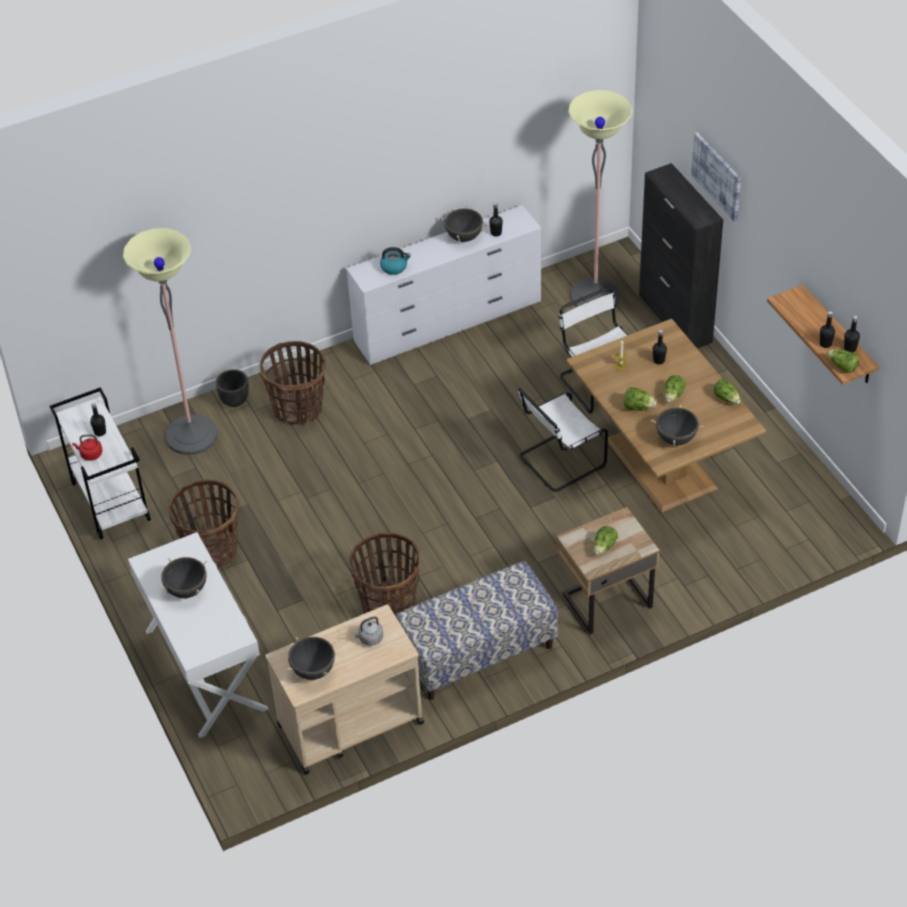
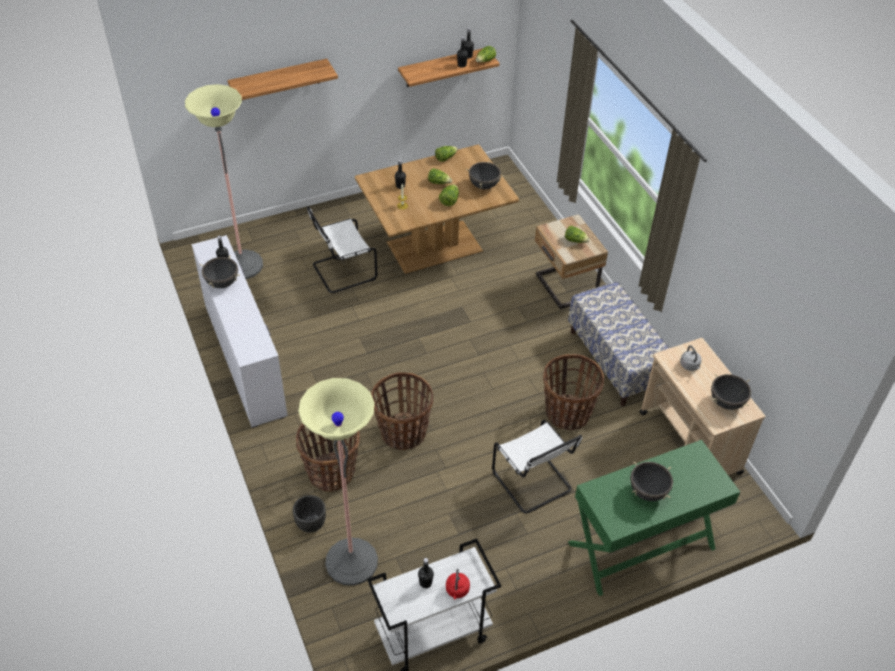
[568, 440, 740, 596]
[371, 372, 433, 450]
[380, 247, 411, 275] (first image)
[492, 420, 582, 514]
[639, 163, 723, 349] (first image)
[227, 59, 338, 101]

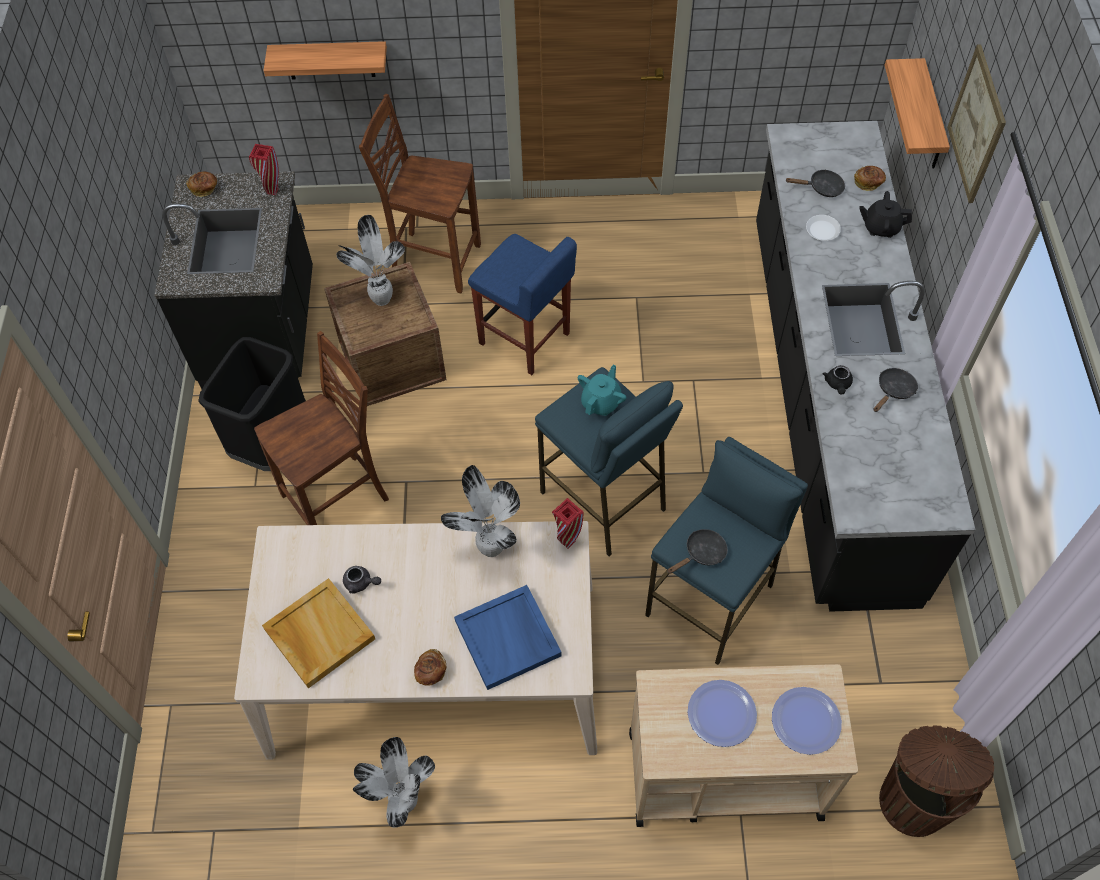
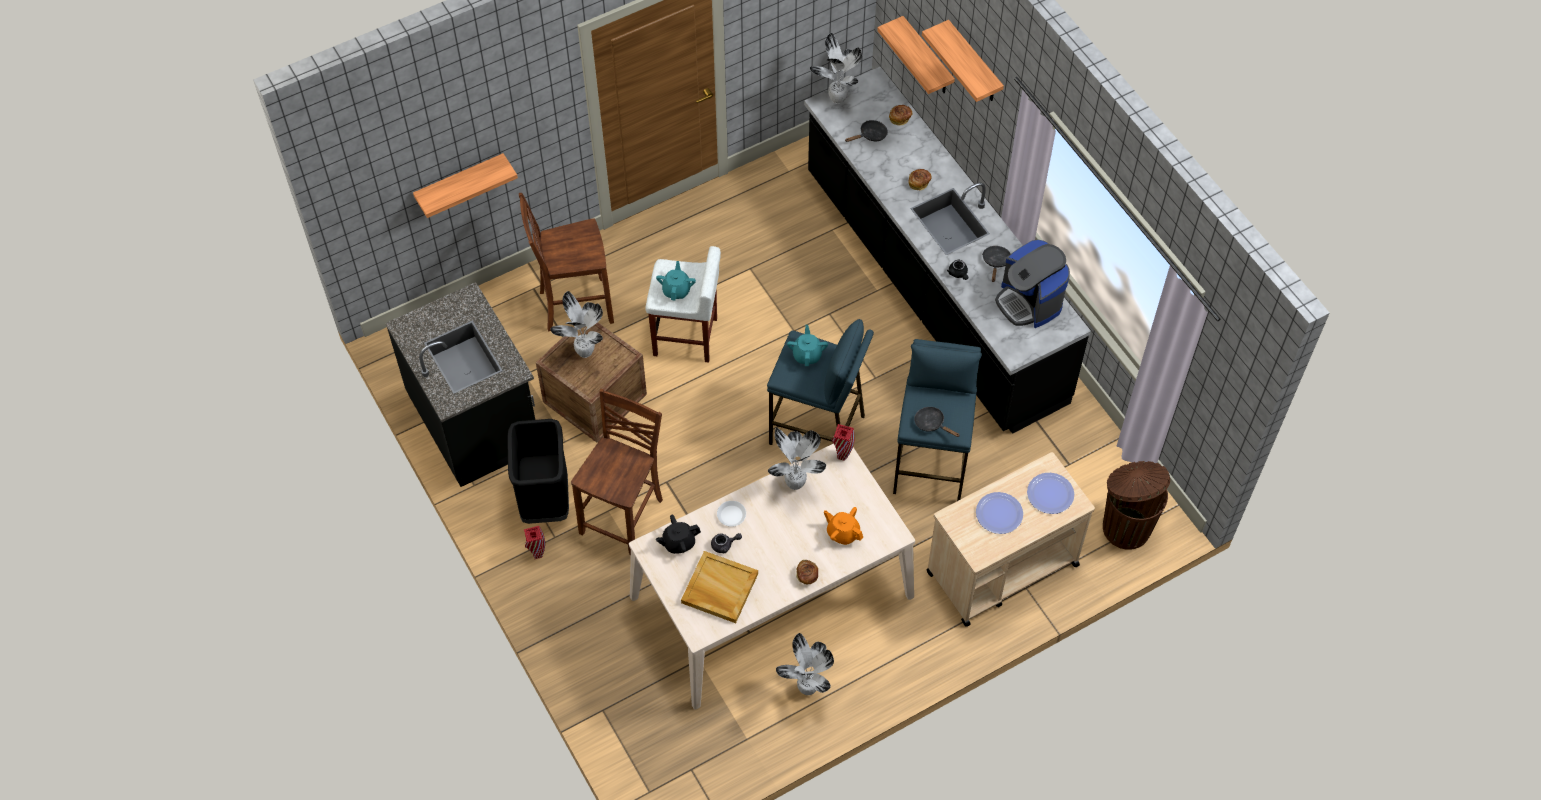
[908, 169, 932, 190]
[524, 526, 545, 559]
[824, 507, 863, 545]
[645, 246, 721, 363]
[914, 407, 960, 437]
[717, 501, 746, 527]
[656, 514, 701, 554]
[922, 20, 1004, 102]
[656, 261, 696, 301]
[810, 33, 862, 104]
[995, 240, 1070, 328]

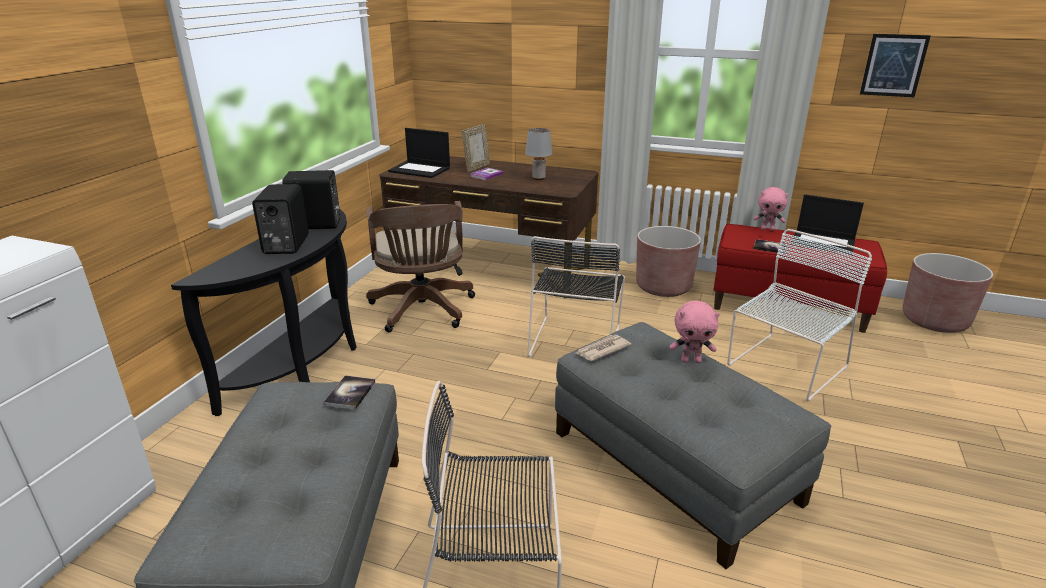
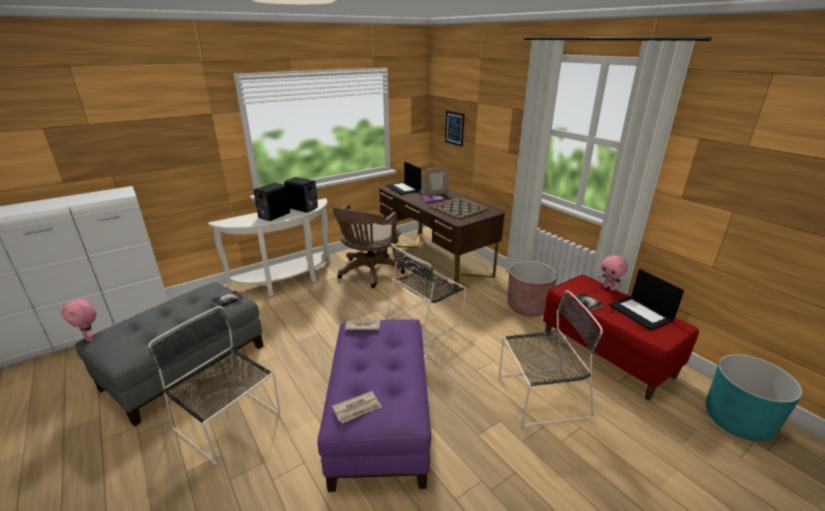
[208, 198, 331, 296]
[431, 197, 489, 219]
[318, 319, 431, 492]
[61, 299, 96, 341]
[499, 290, 603, 427]
[445, 111, 464, 147]
[706, 354, 803, 441]
[332, 391, 382, 423]

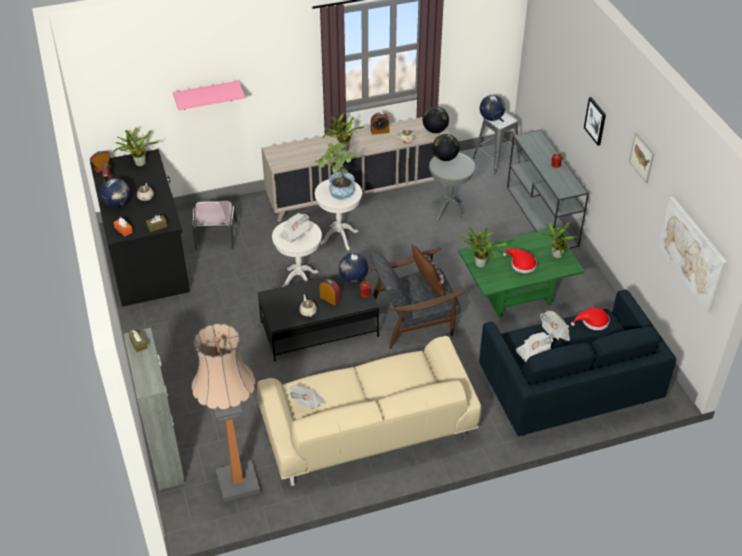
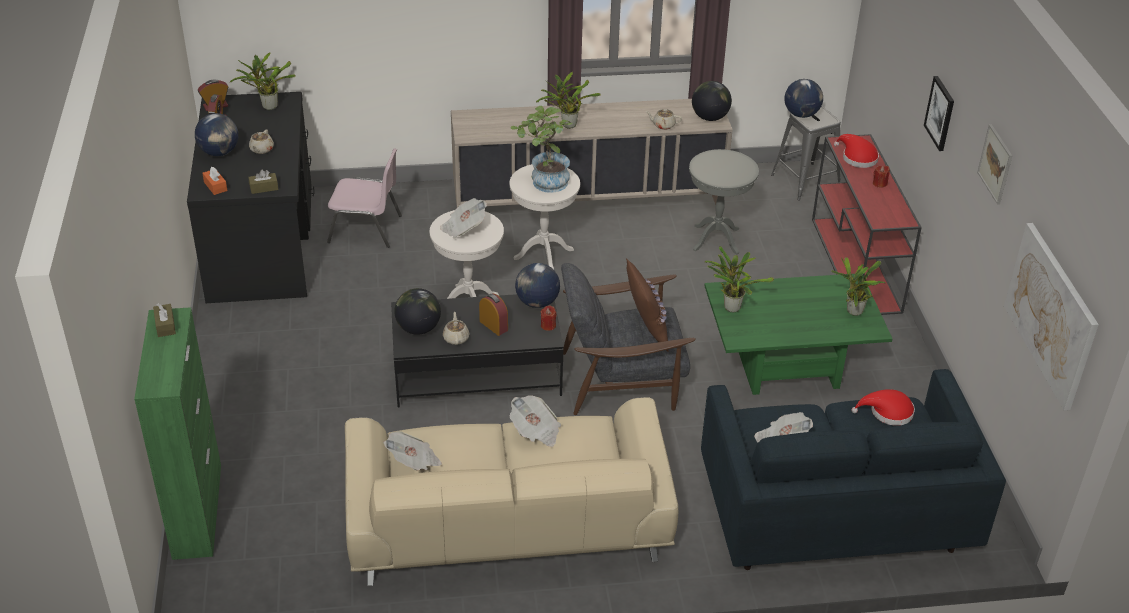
[134, 307, 221, 560]
[173, 81, 245, 110] (first image)
[191, 323, 261, 502] (first image)
[327, 148, 402, 248]
[371, 112, 389, 135] (first image)
[394, 288, 441, 335]
[834, 134, 879, 168]
[812, 134, 922, 315]
[509, 395, 561, 447]

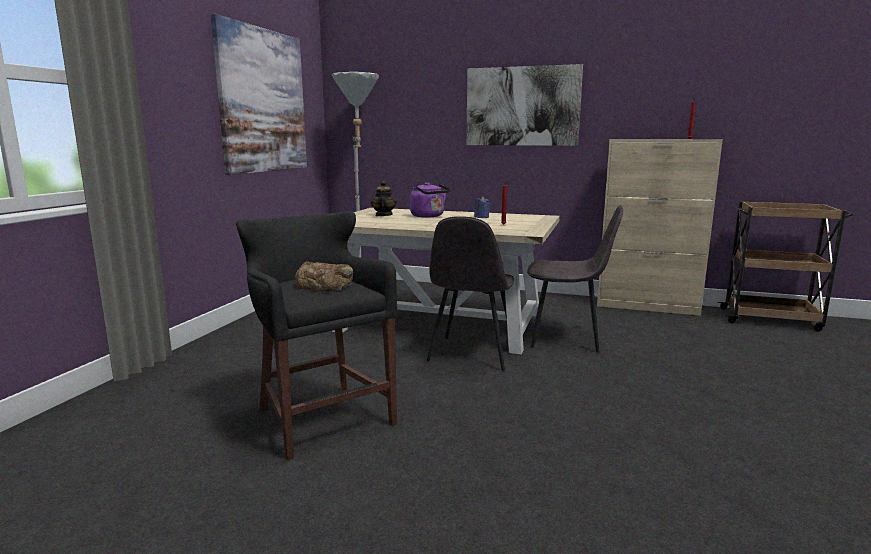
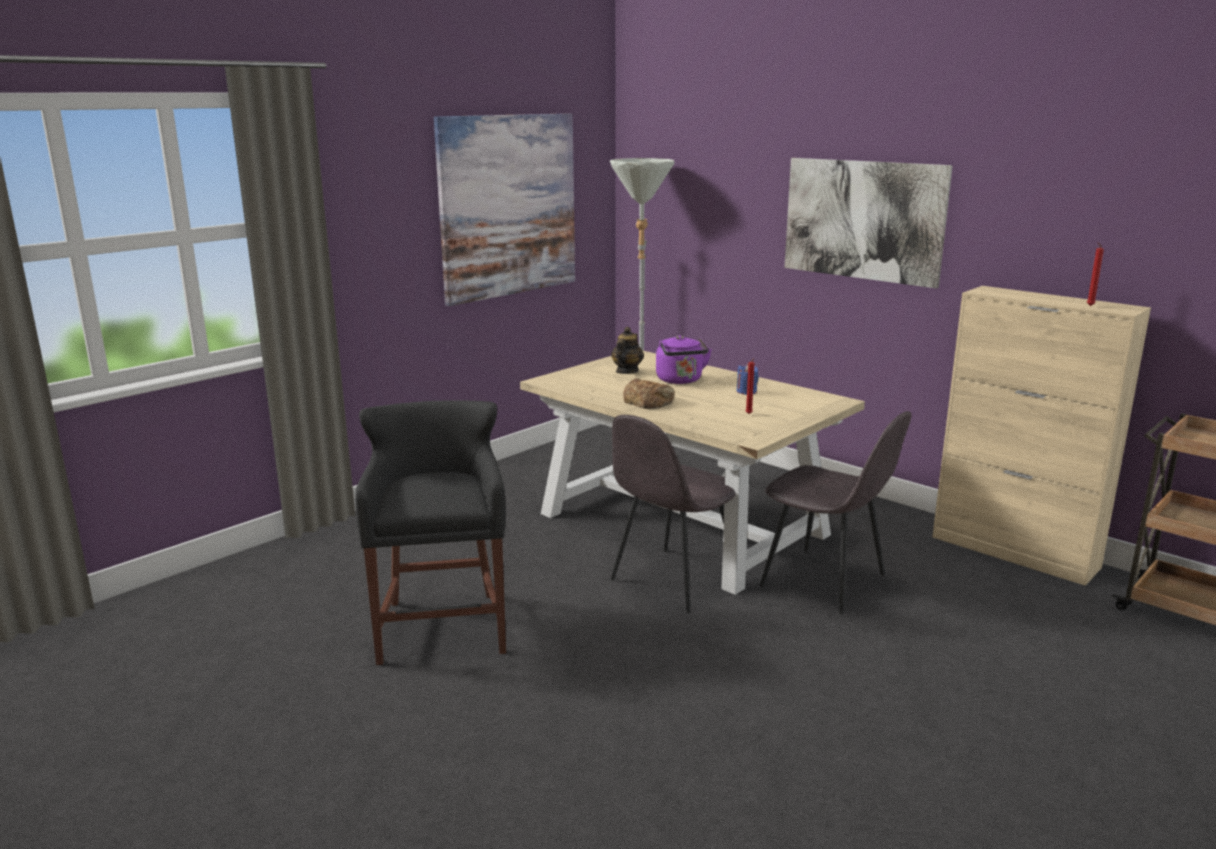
[623, 378, 675, 409]

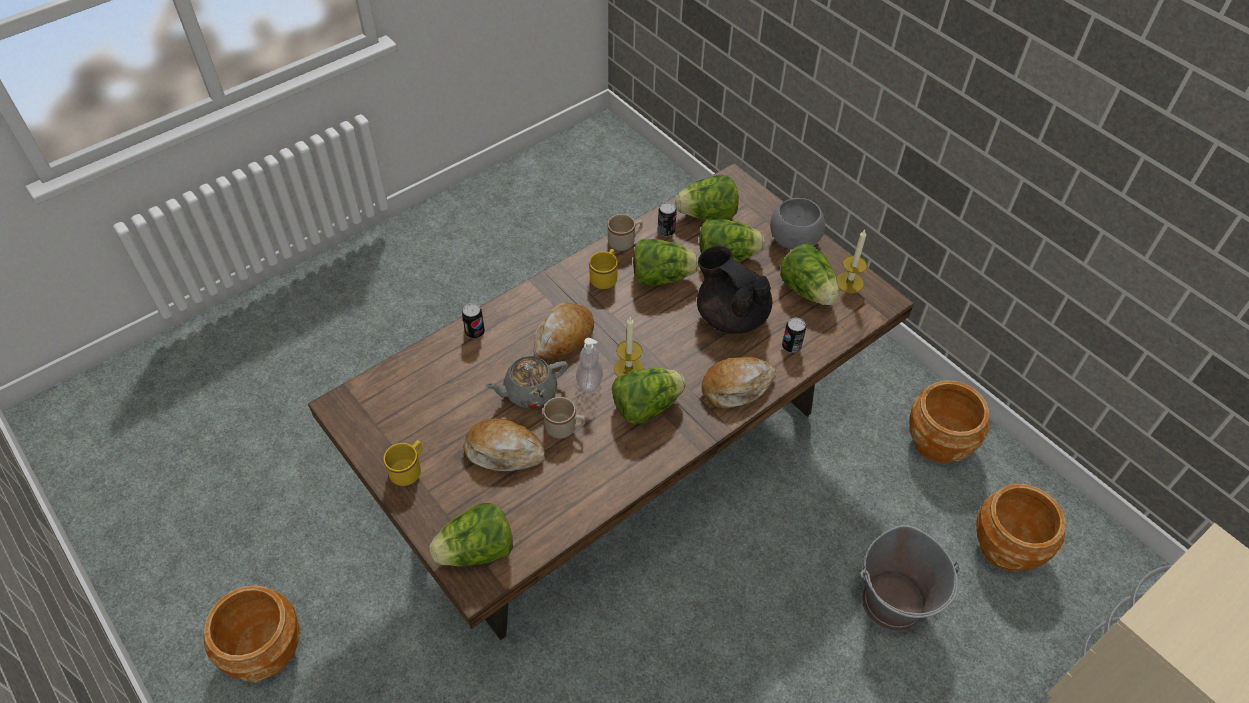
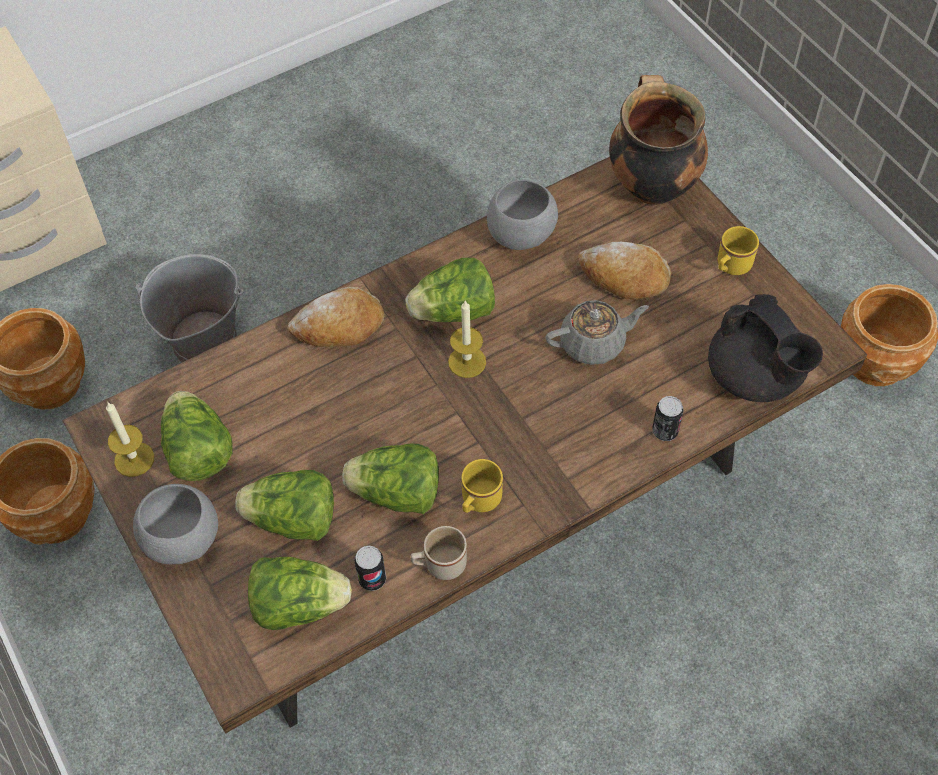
[609, 75, 708, 205]
[534, 303, 594, 359] (first image)
[543, 397, 586, 439] (first image)
[576, 338, 603, 393] (first image)
[708, 294, 823, 402]
[782, 317, 806, 353] (first image)
[487, 180, 558, 250]

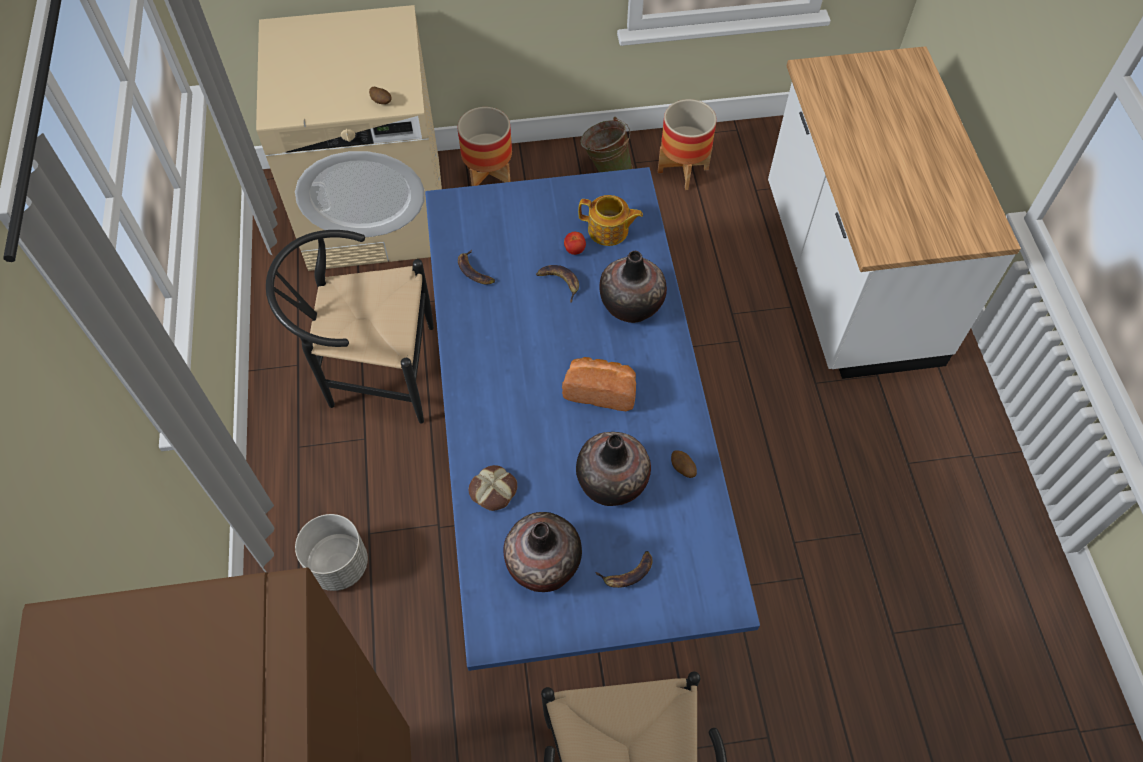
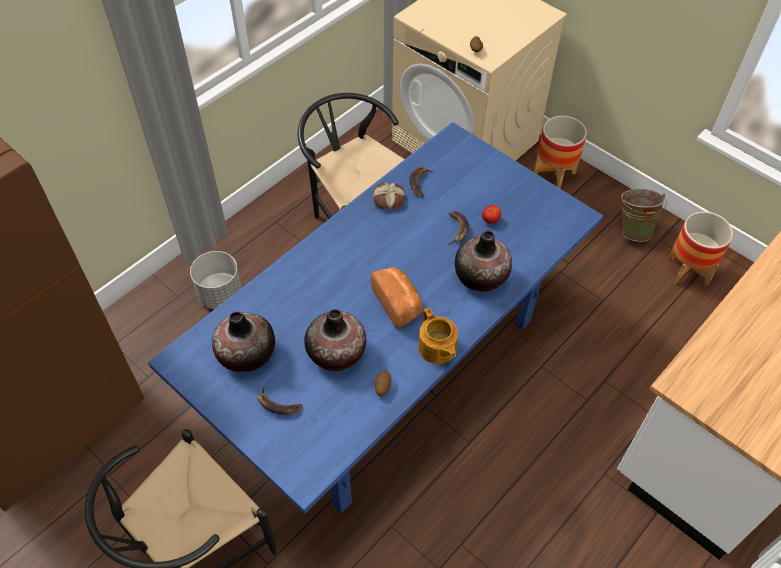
[373, 182, 405, 210]
[418, 308, 458, 364]

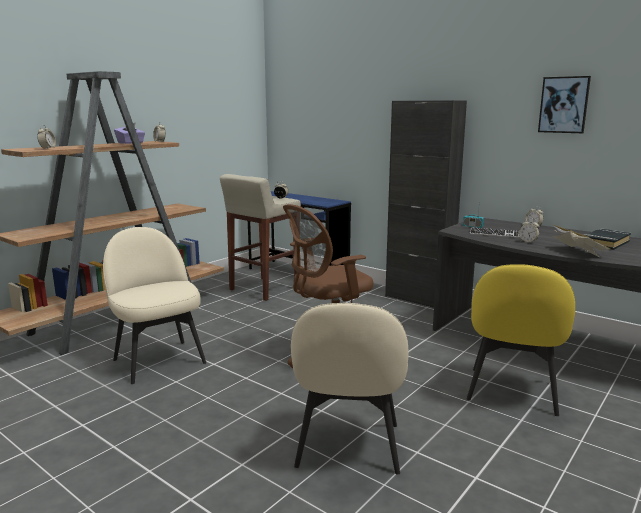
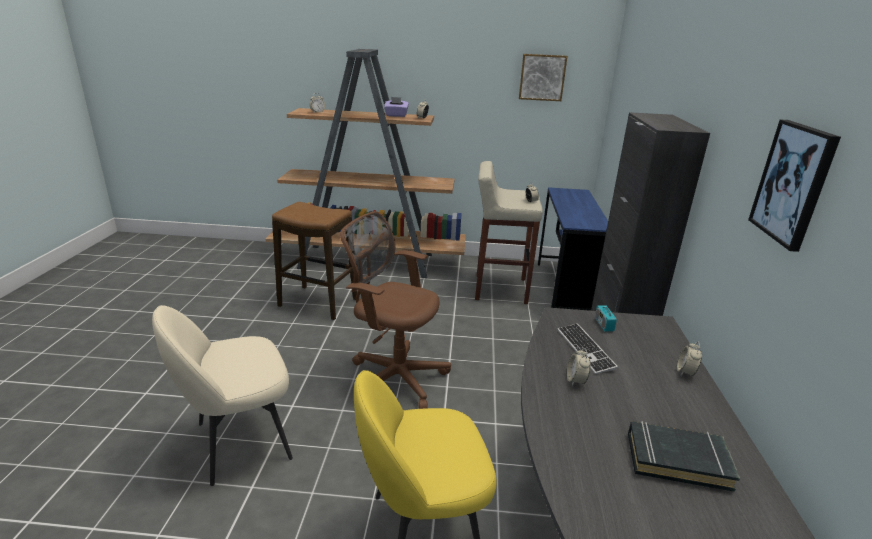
[272, 202, 357, 320]
[551, 225, 610, 258] (first image)
[519, 54, 567, 101]

